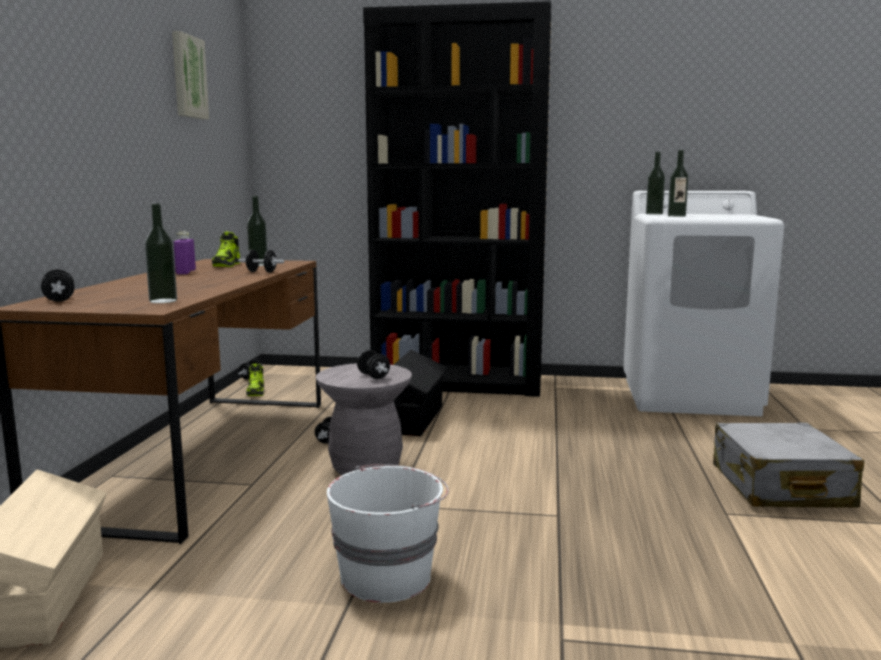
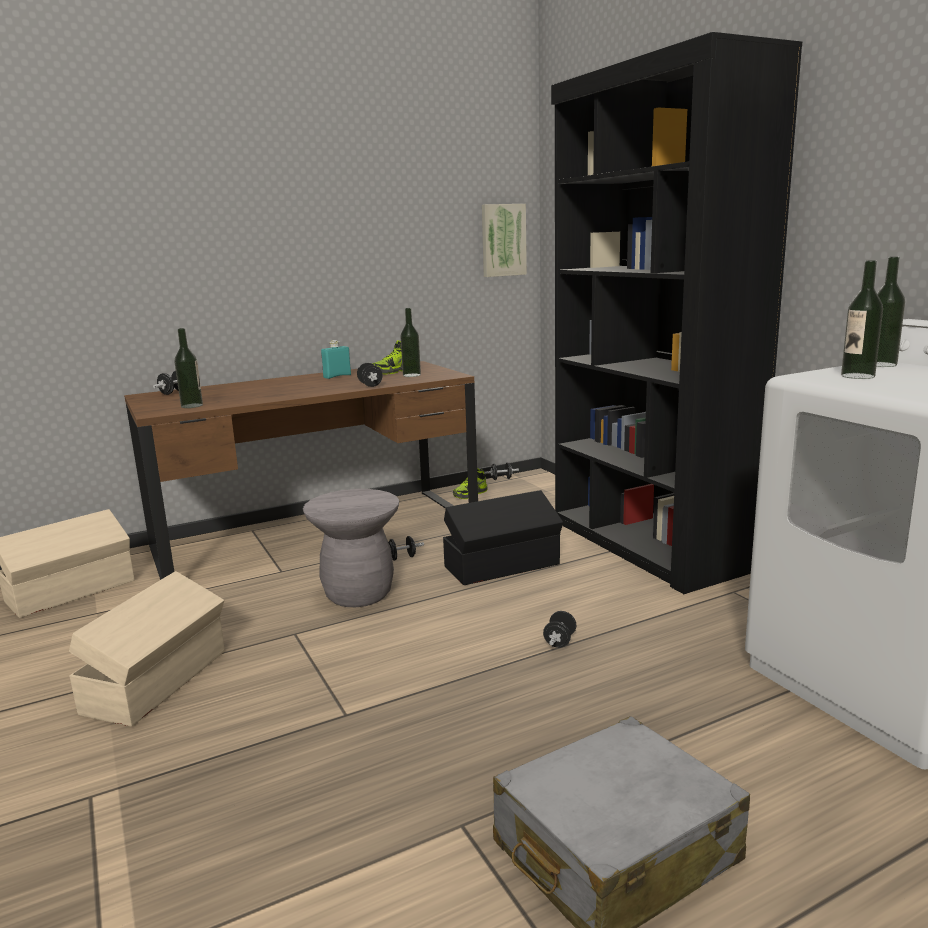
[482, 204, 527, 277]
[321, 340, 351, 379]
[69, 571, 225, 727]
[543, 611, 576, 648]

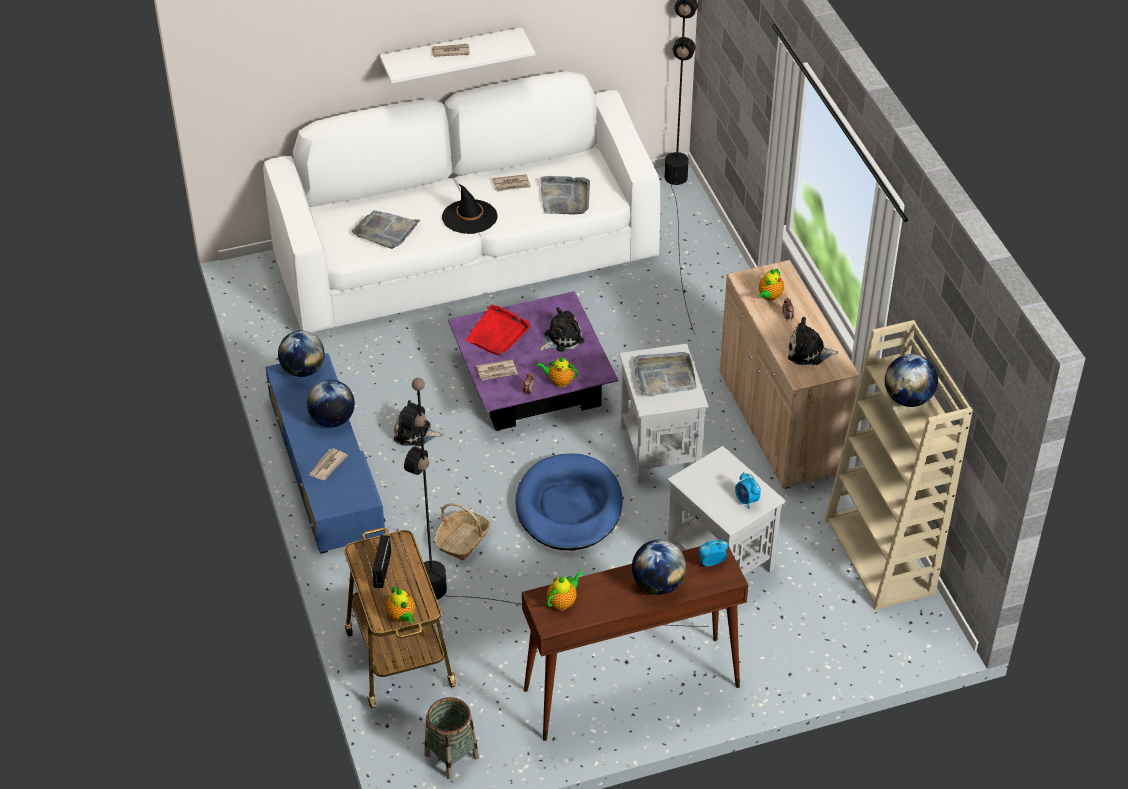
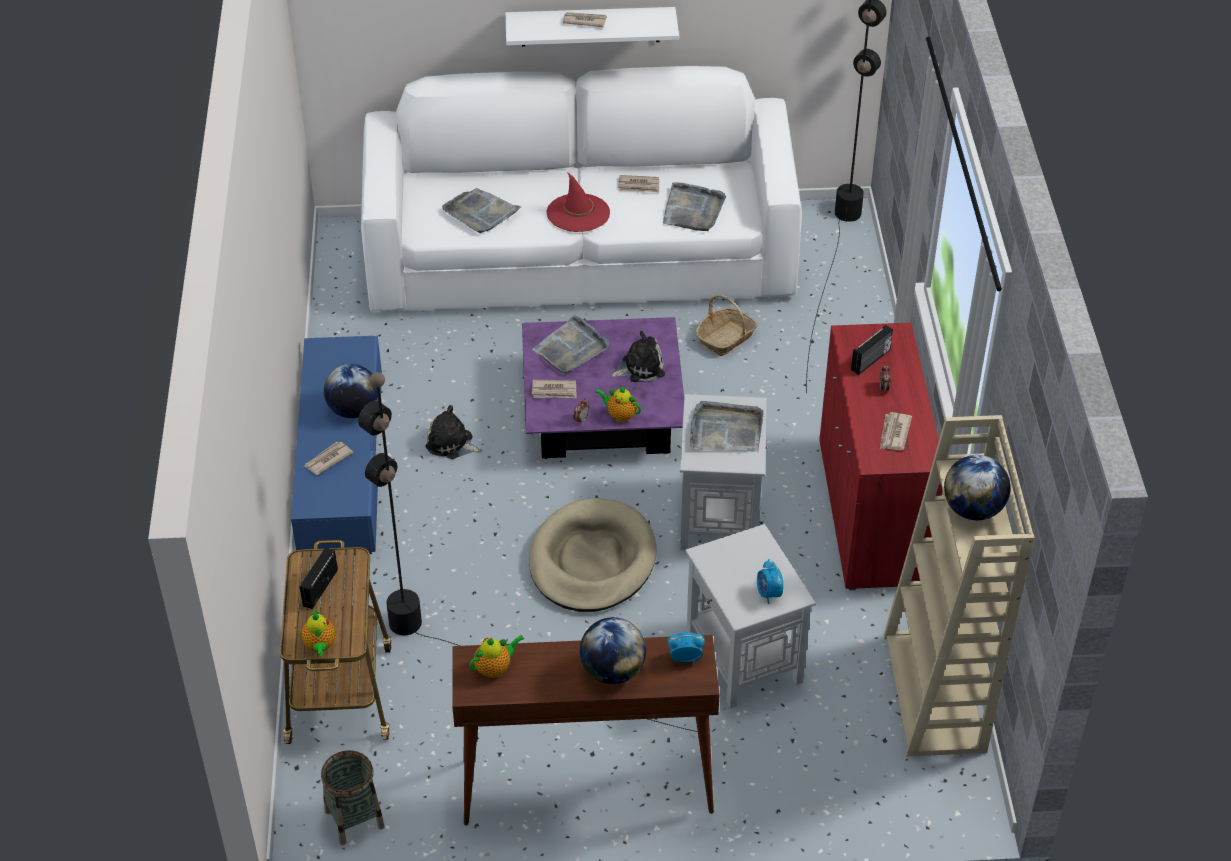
[278, 330, 325, 377] (first image)
[696, 295, 758, 356]
[547, 173, 610, 232]
[532, 315, 609, 374]
[529, 498, 657, 612]
[819, 323, 942, 590]
[851, 325, 893, 375]
[880, 412, 912, 450]

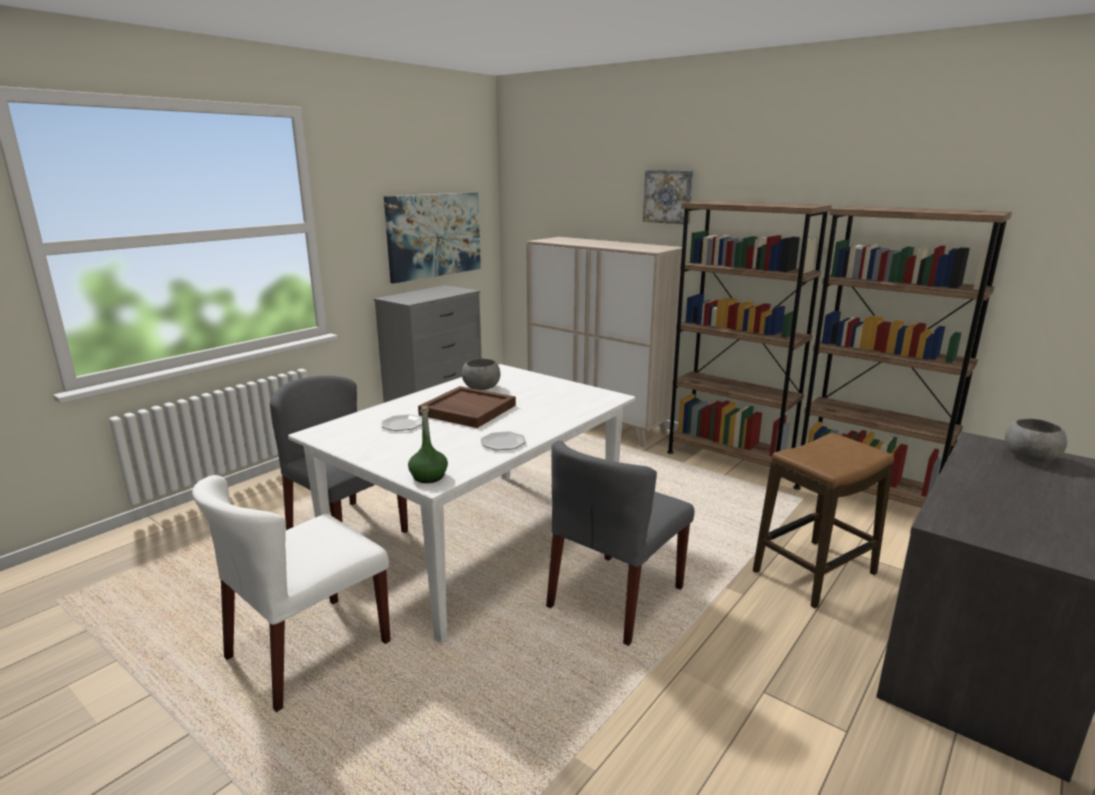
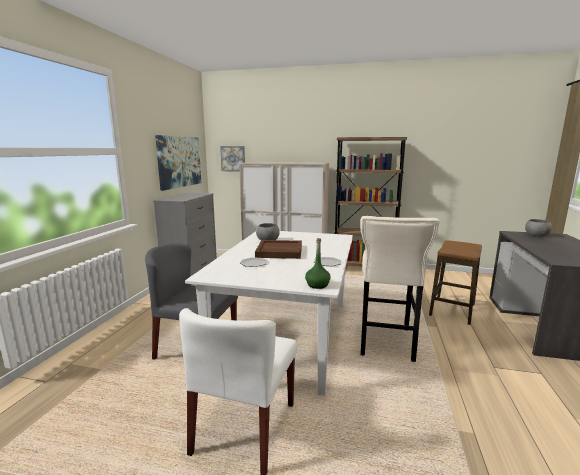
[361, 216, 440, 362]
[220, 146, 245, 172]
[793, 206, 1012, 508] (first image)

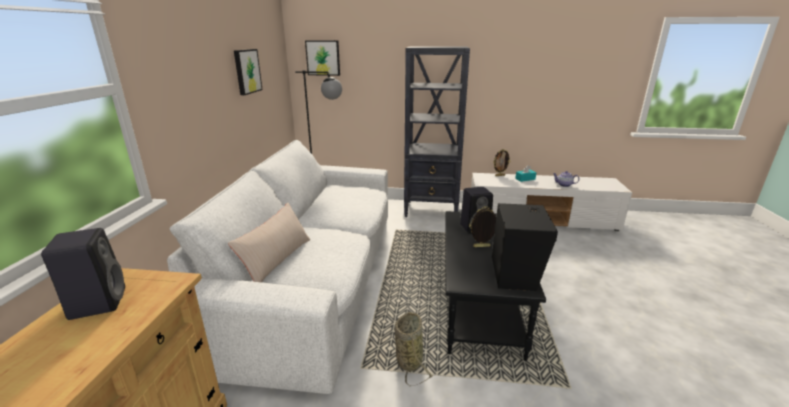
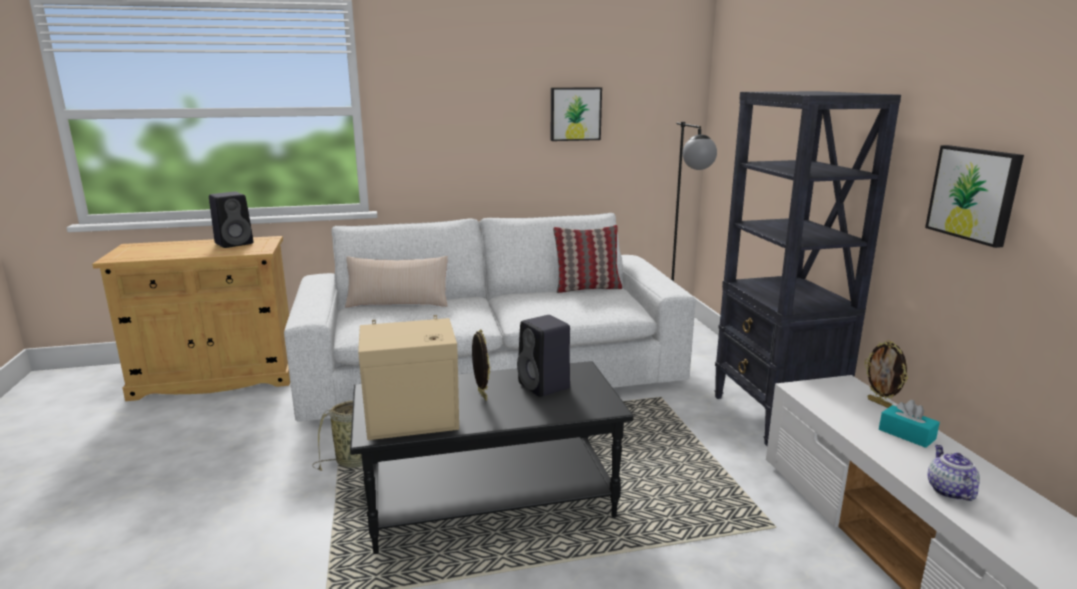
[925, 145, 1024, 248]
[358, 315, 459, 440]
[553, 225, 622, 293]

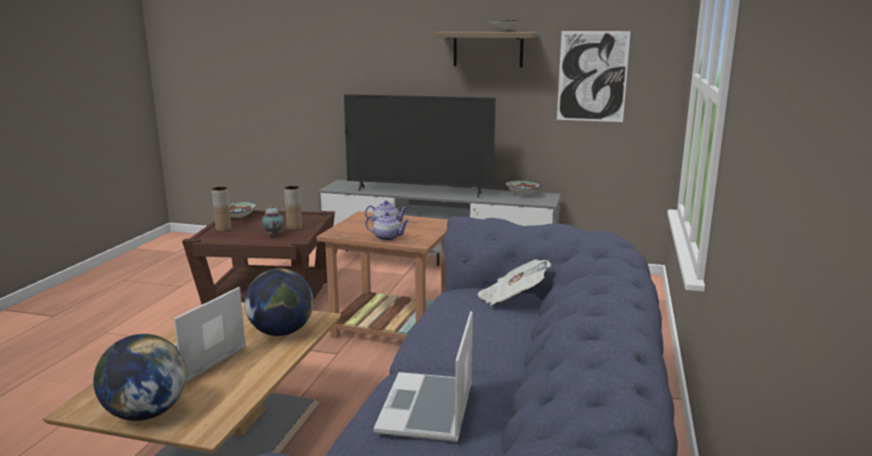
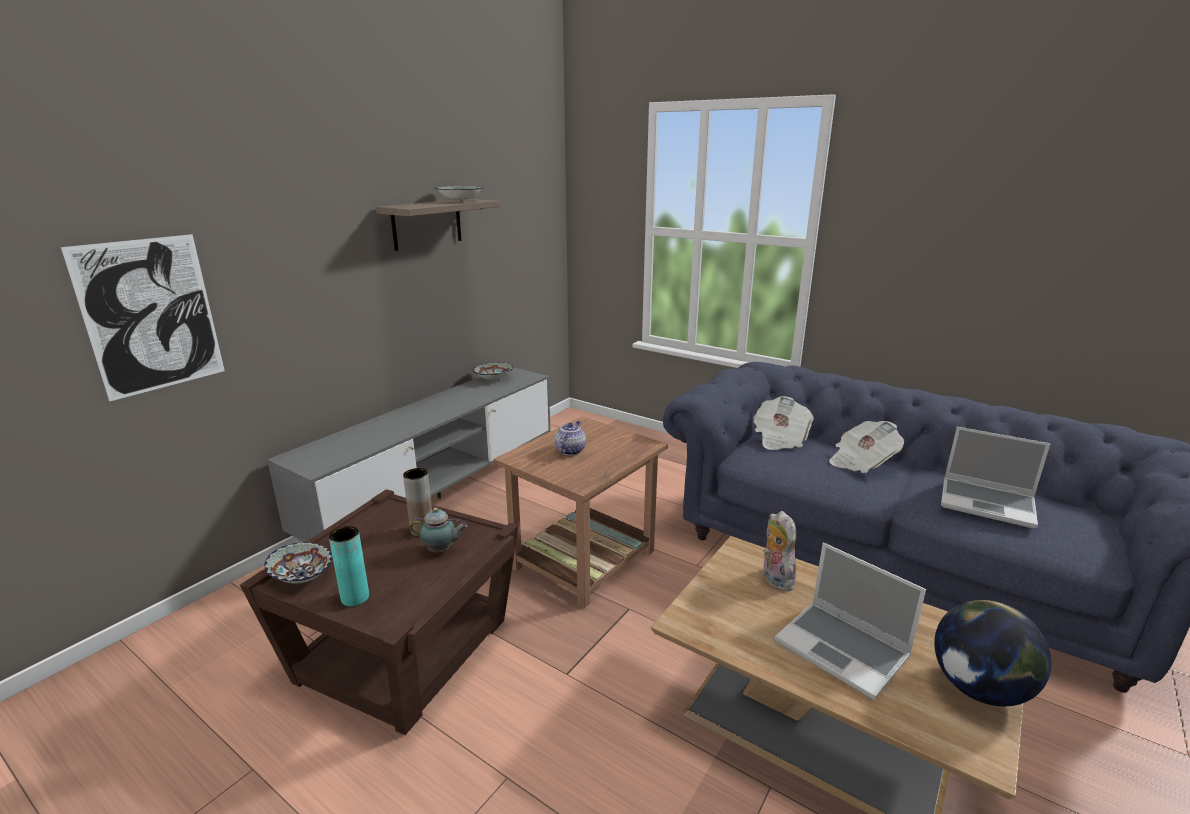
[329, 526, 369, 607]
[763, 511, 796, 591]
[344, 94, 496, 197] (first image)
[365, 212, 409, 241] (first image)
[61, 234, 225, 402]
[829, 421, 904, 473]

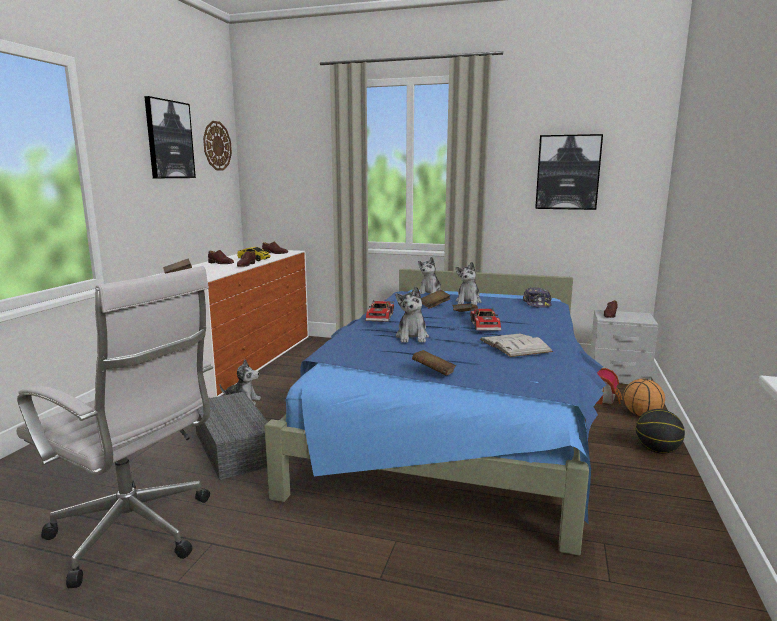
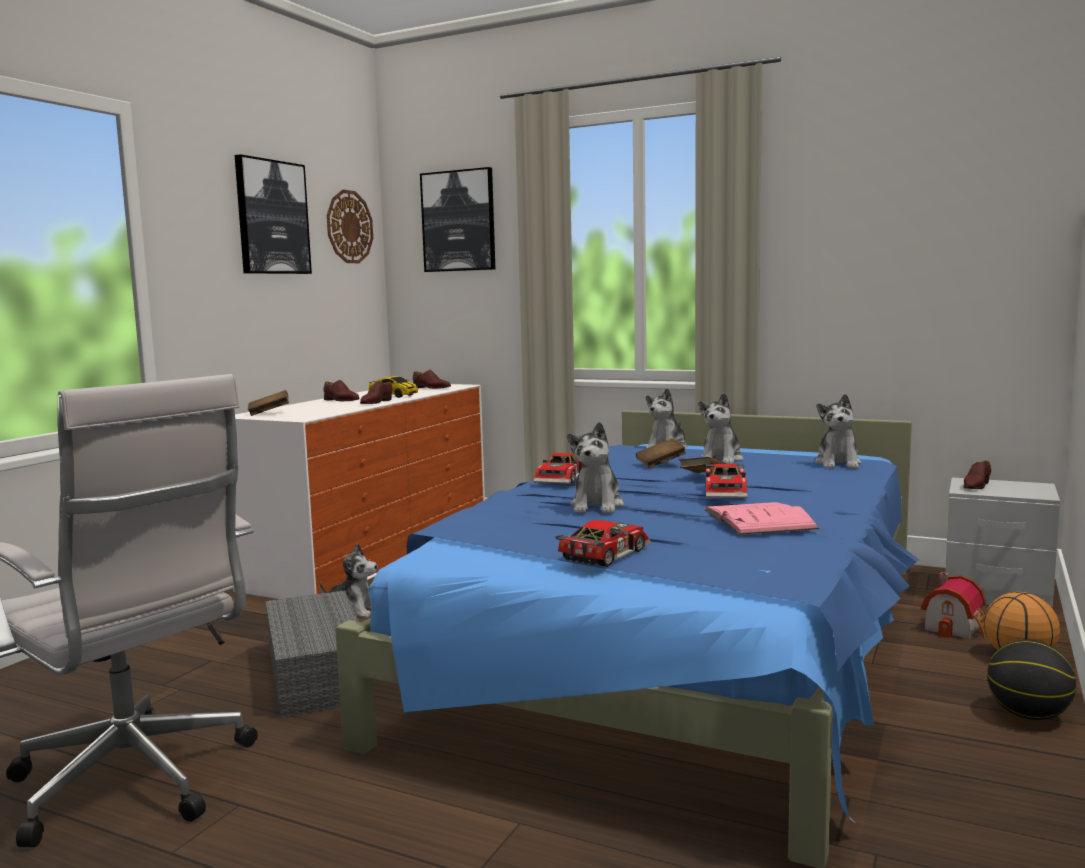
[556, 520, 651, 567]
[704, 502, 819, 535]
[815, 394, 862, 469]
[420, 167, 495, 272]

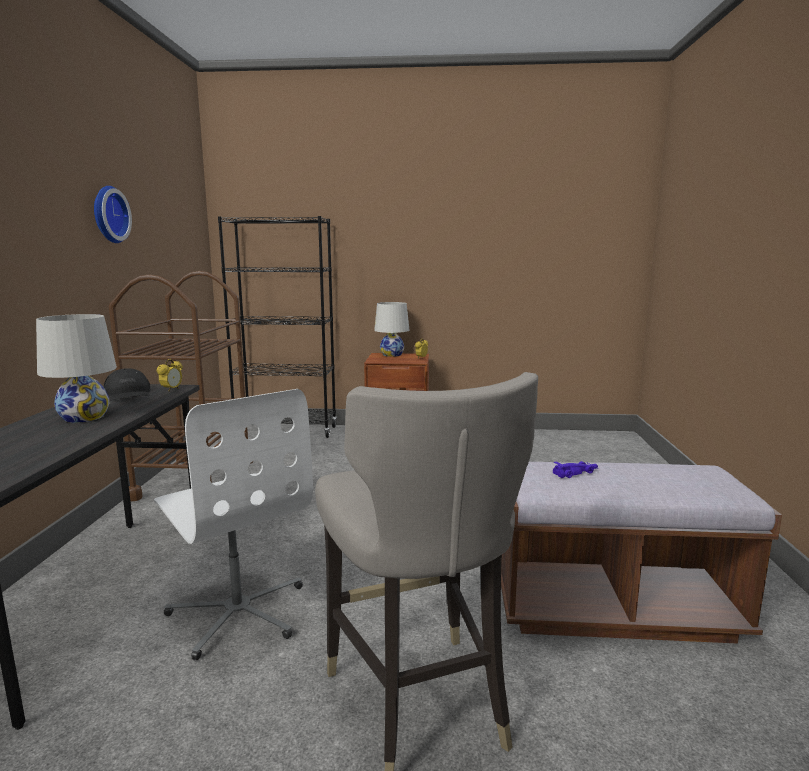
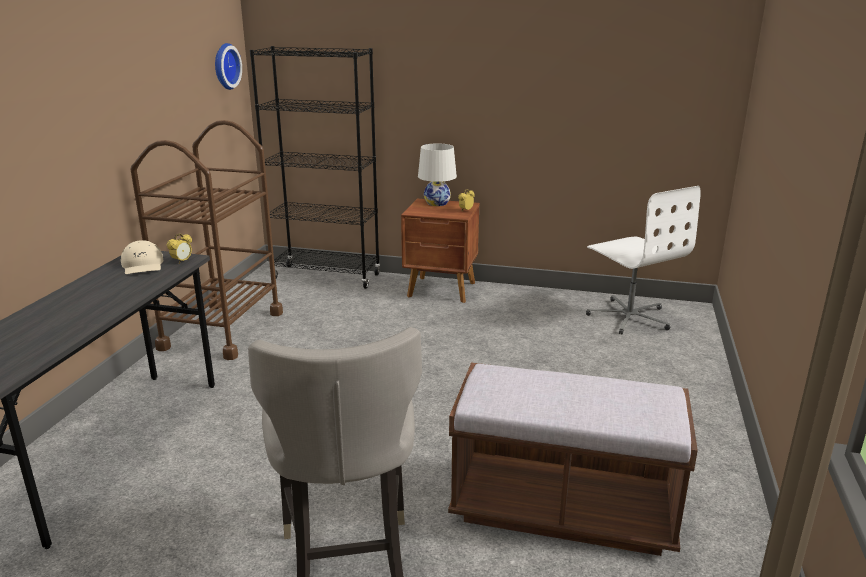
[36, 314, 117, 423] (first image)
[215, 43, 242, 90]
[121, 240, 163, 274]
[586, 186, 701, 334]
[553, 461, 599, 478] (first image)

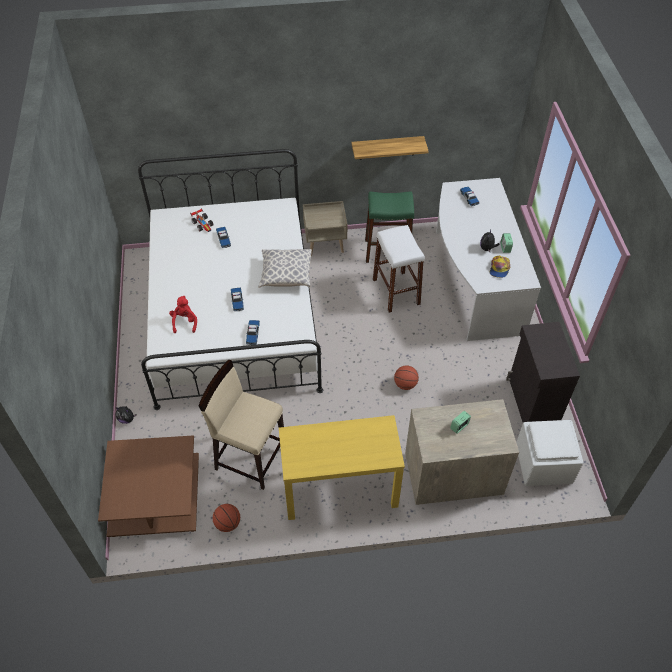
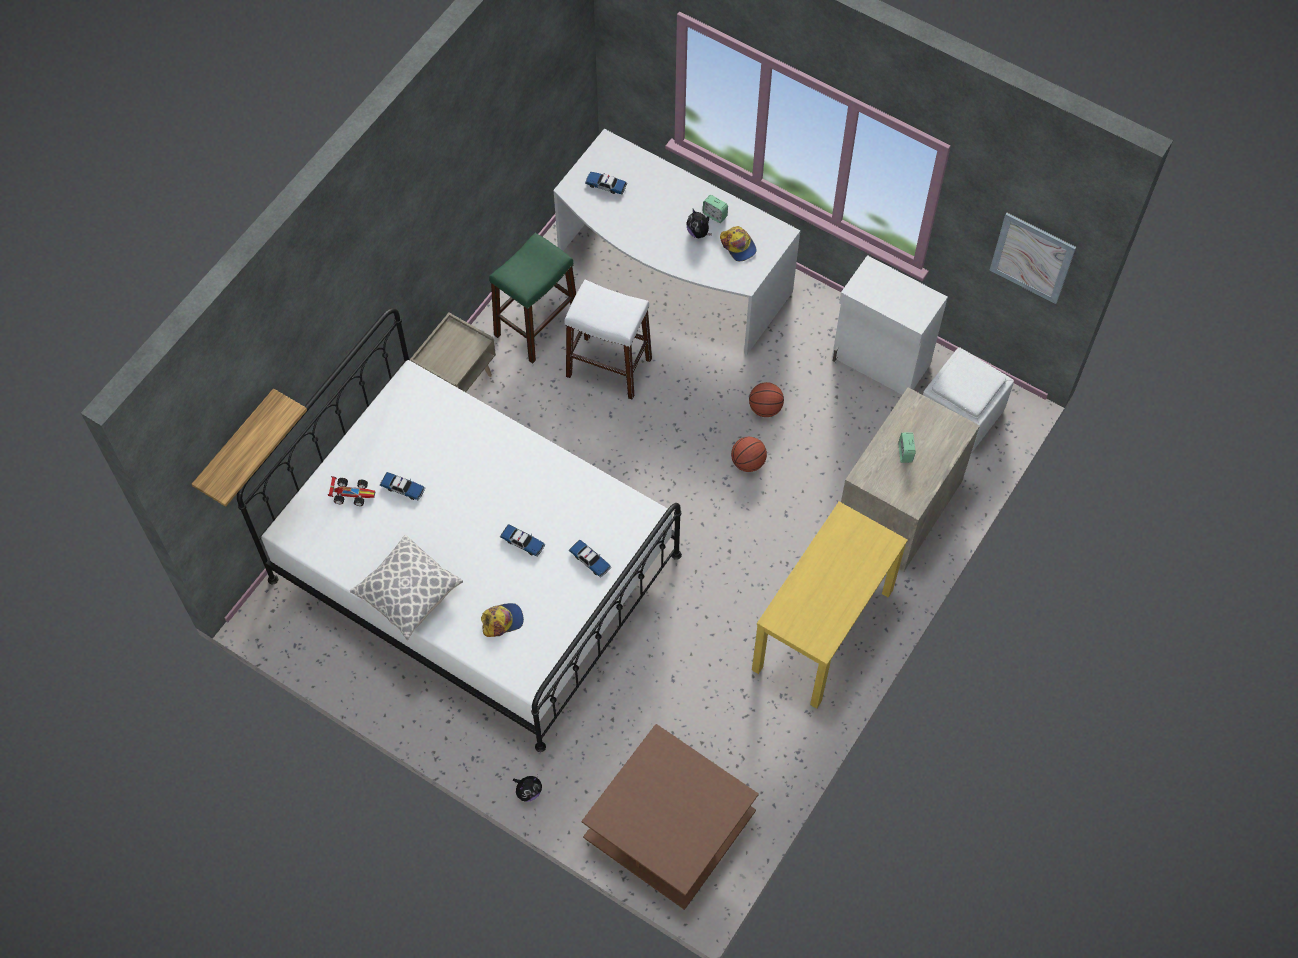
[481, 603, 524, 637]
[198, 360, 284, 490] (first image)
[749, 382, 784, 417]
[350, 535, 463, 640]
[192, 388, 307, 507]
[832, 255, 948, 395]
[990, 213, 1076, 304]

